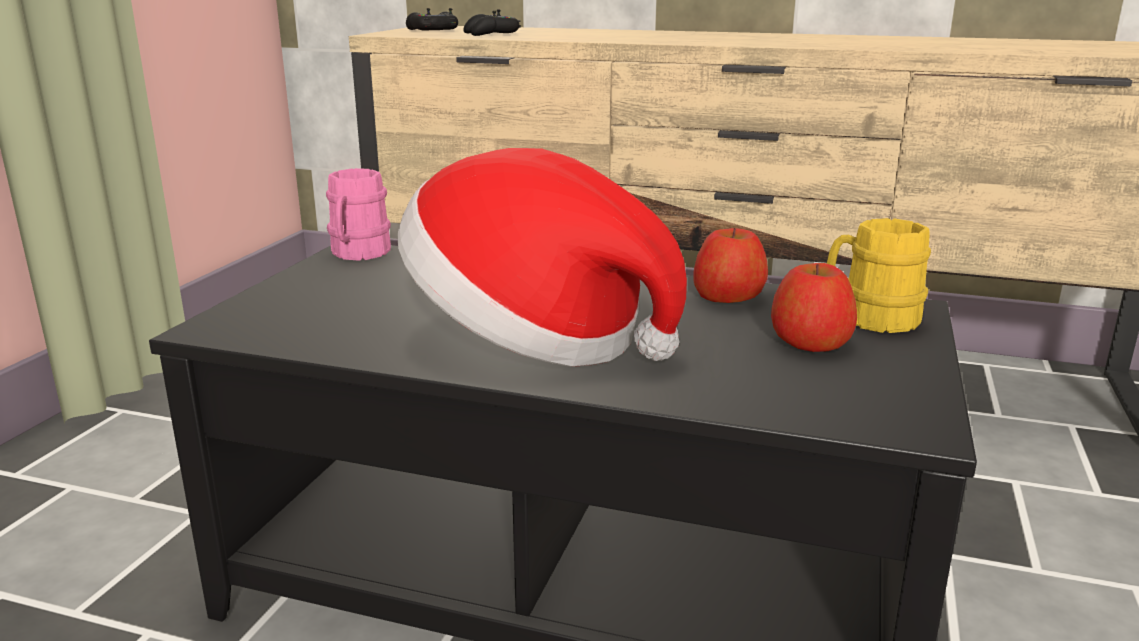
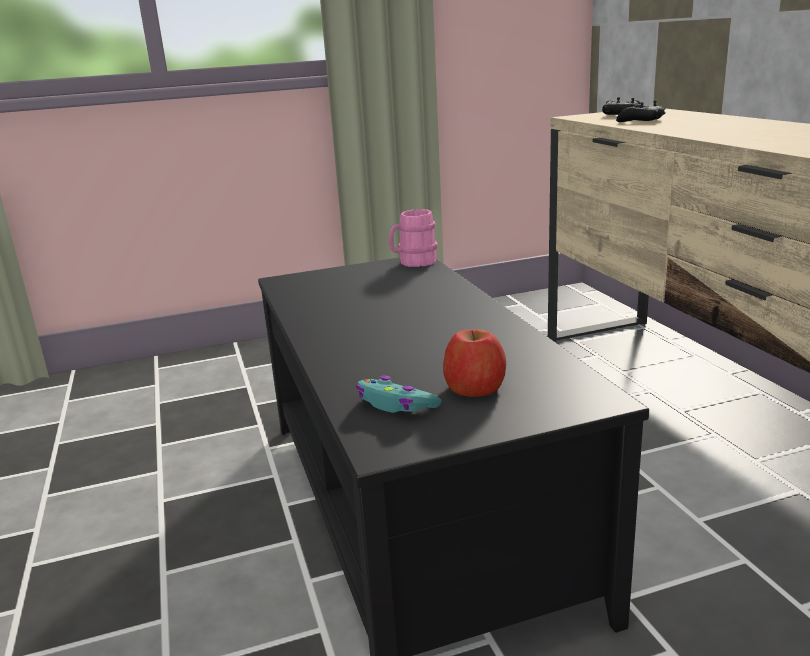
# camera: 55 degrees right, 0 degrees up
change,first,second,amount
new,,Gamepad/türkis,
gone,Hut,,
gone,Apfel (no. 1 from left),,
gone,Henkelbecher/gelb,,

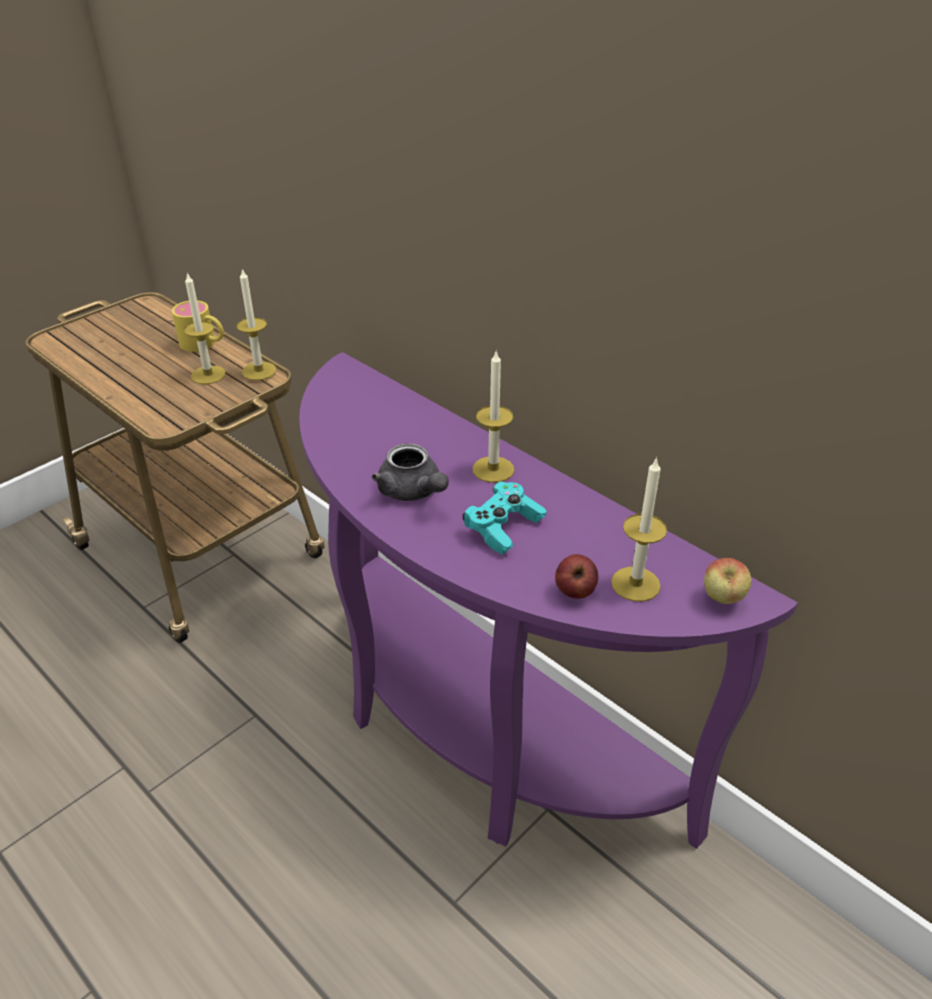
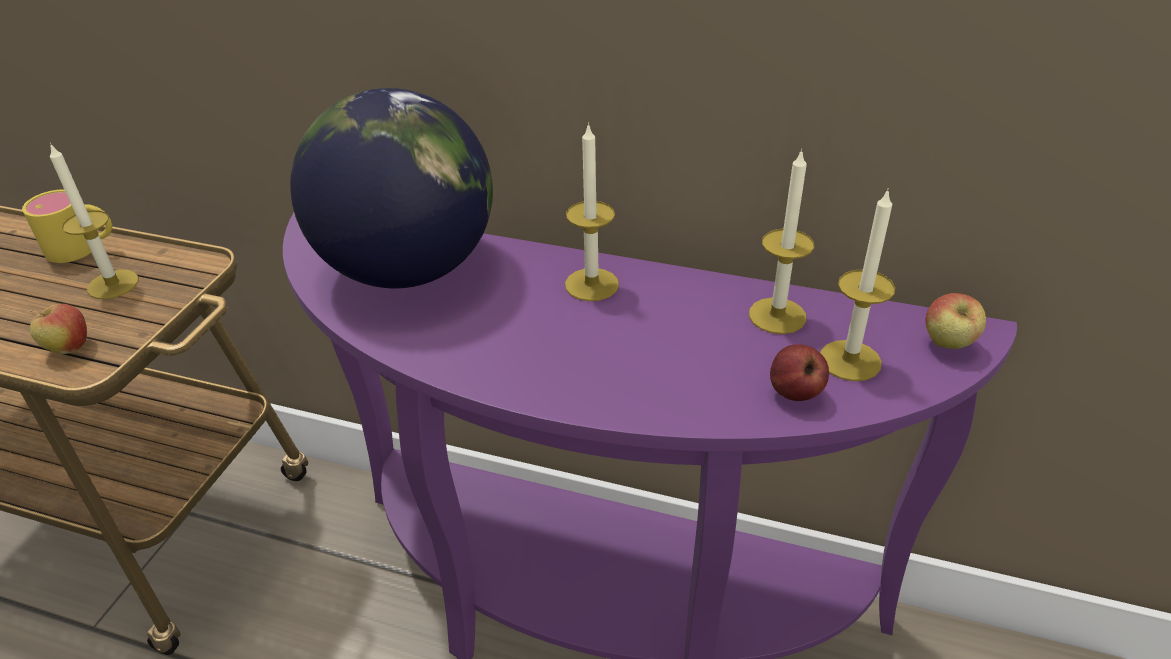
# camera: 25 degrees left, 0 degrees up
change,first,second,amount
new,,Apfel (no. 1 from left),
new,,Globus,
shifted,Kerze (no. 2 from left in the first image),Kerze (no. 3 from left),
gone,Teekanne/grau,,
gone,Gamepad/türkis,,

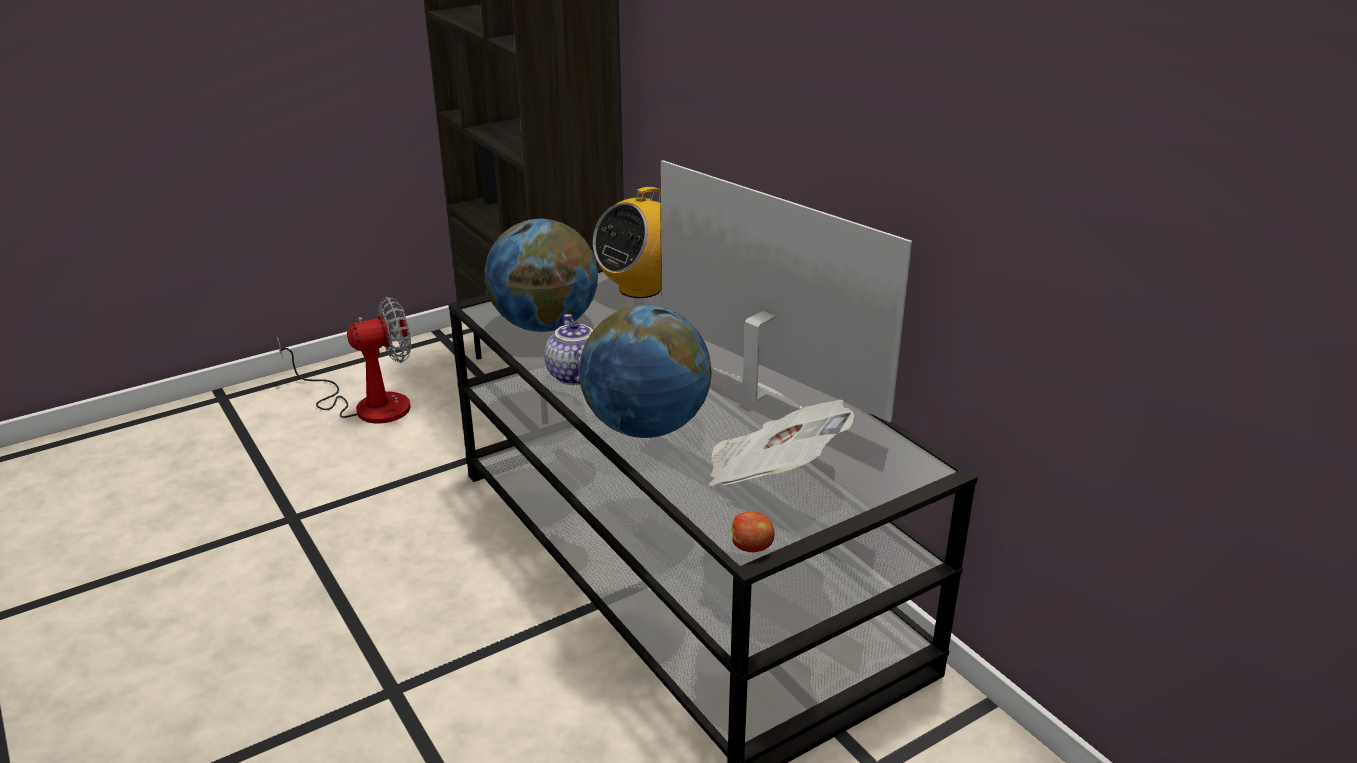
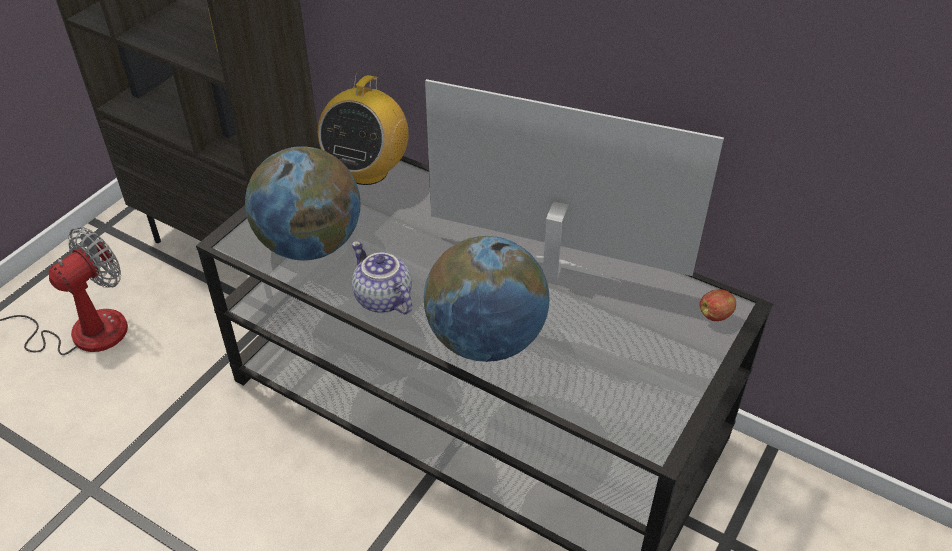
# camera: 25 degrees left, 15 degrees up
change,first,second,amount
shifted,Apfel,,
gone,Zeitung,,

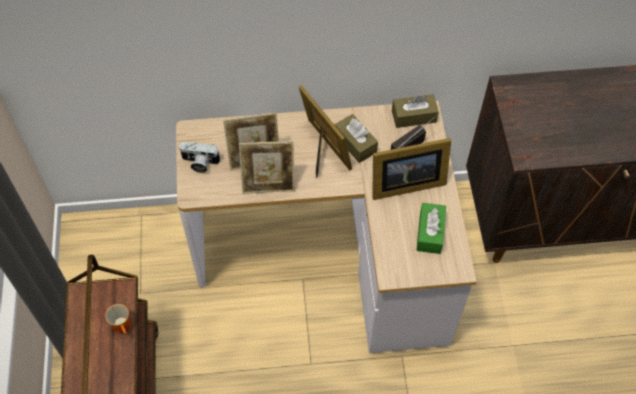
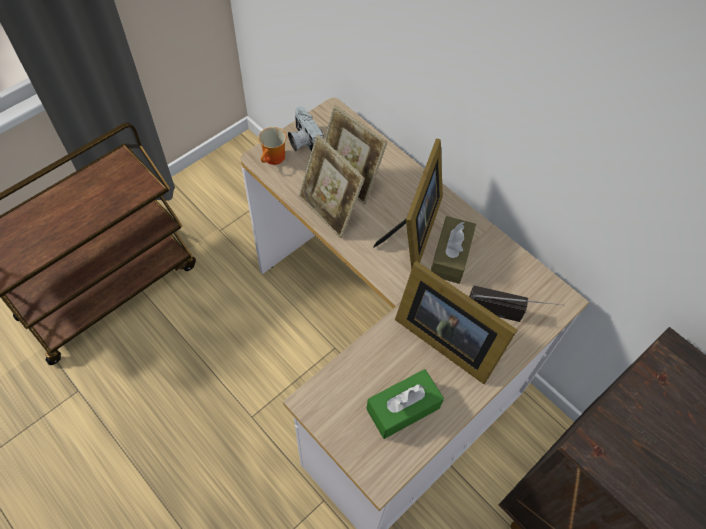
# camera: 50 degrees right, 0 degrees up
change,first,second,amount
shifted,Henkelbecher,,
gone,Taschentuchbox/braun (no. 2 from left),,

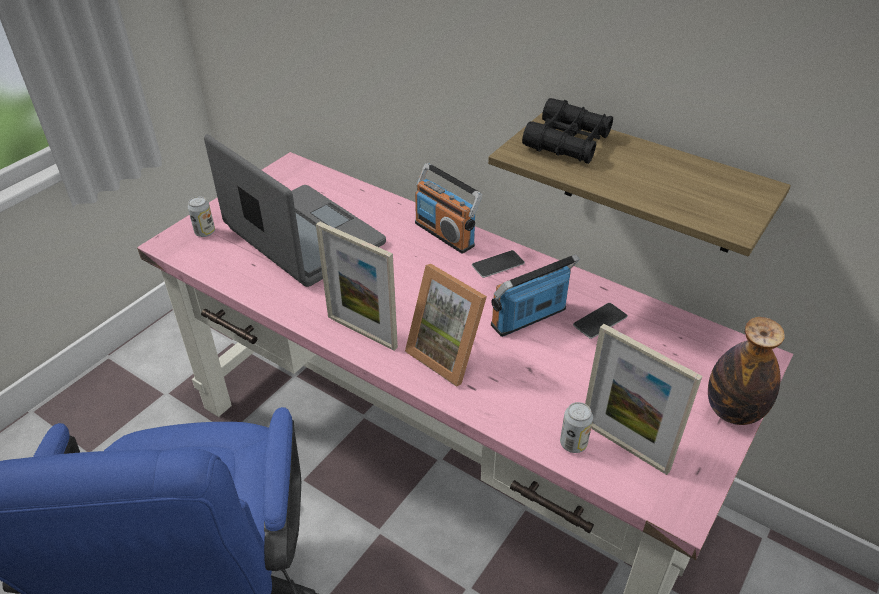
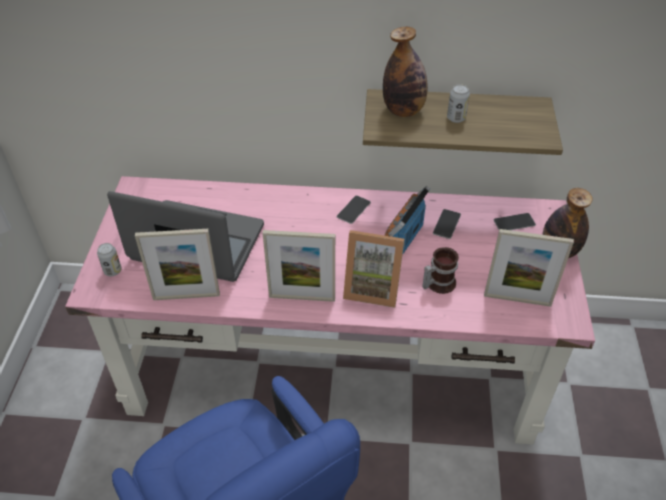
# camera: 30 degrees left, 5 degrees up
change,first,second,amount
new,,Bilderrahmen (no. 1 from left),
swapped,Fernglas/schwarz,Flasche (no. 1 from left),
new,,Henkelbecher,
shifted,Dose (no. 2 from left),,
new,,Handy (no. 3 from left),
gone,Radio (no. 1 from left),,

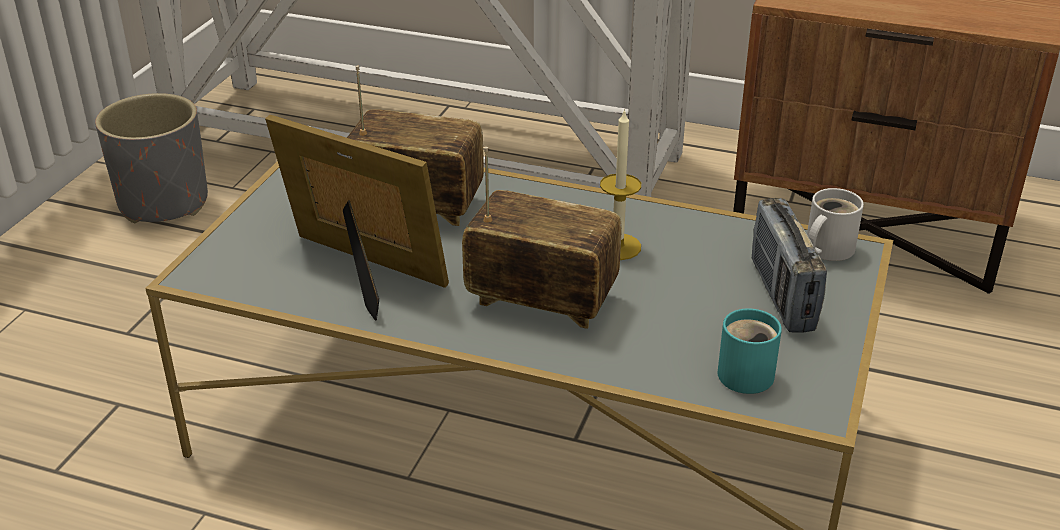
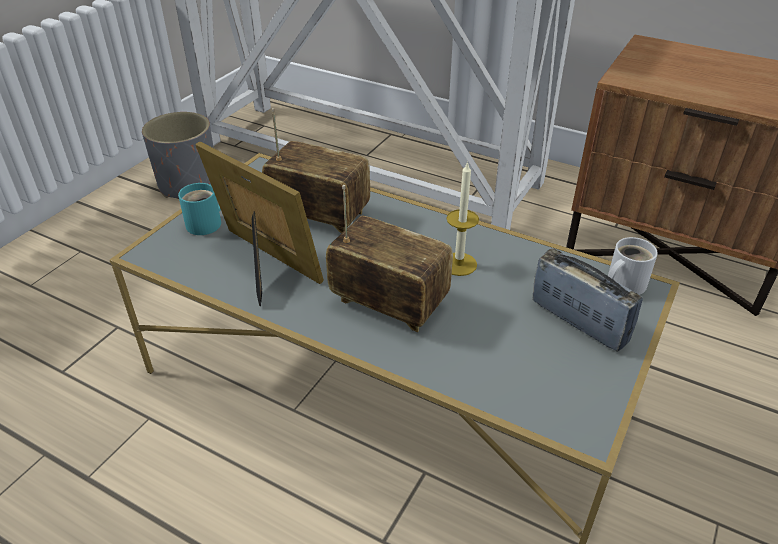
# camera: 10 degrees right, 5 degrees up
change,first,second,amount
shifted,Henkelbecher/türkis,,
rotated,Radio (no. 3 from left),,135 degrees clockwise

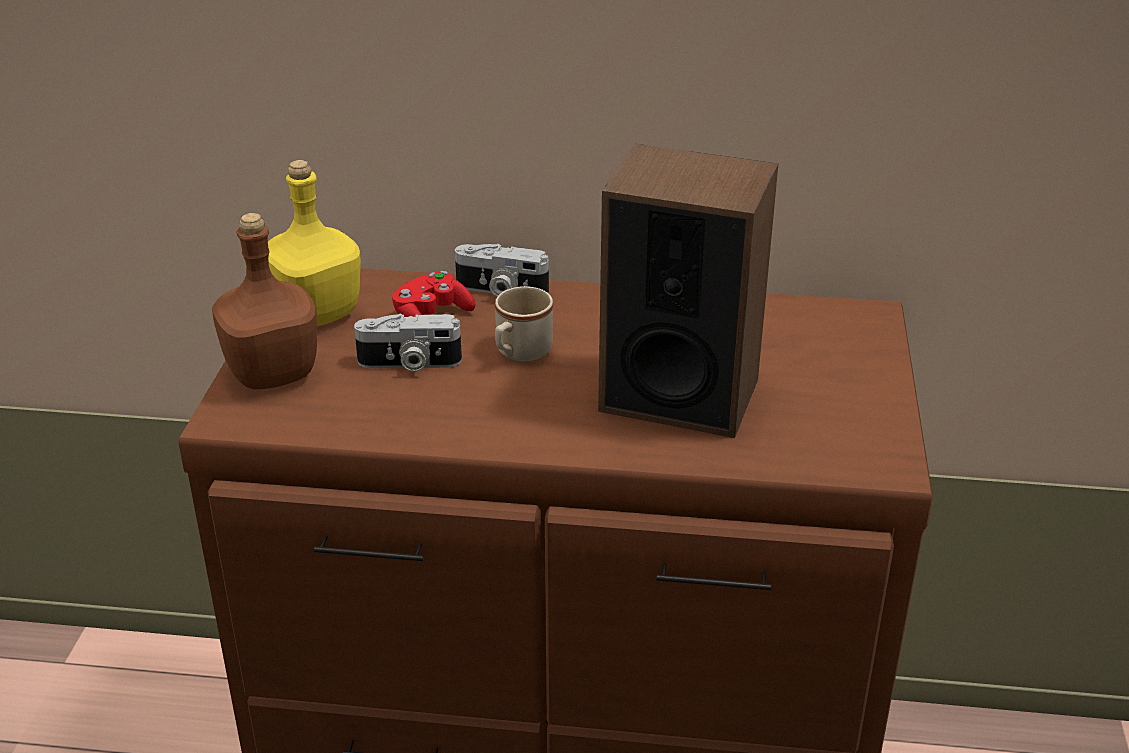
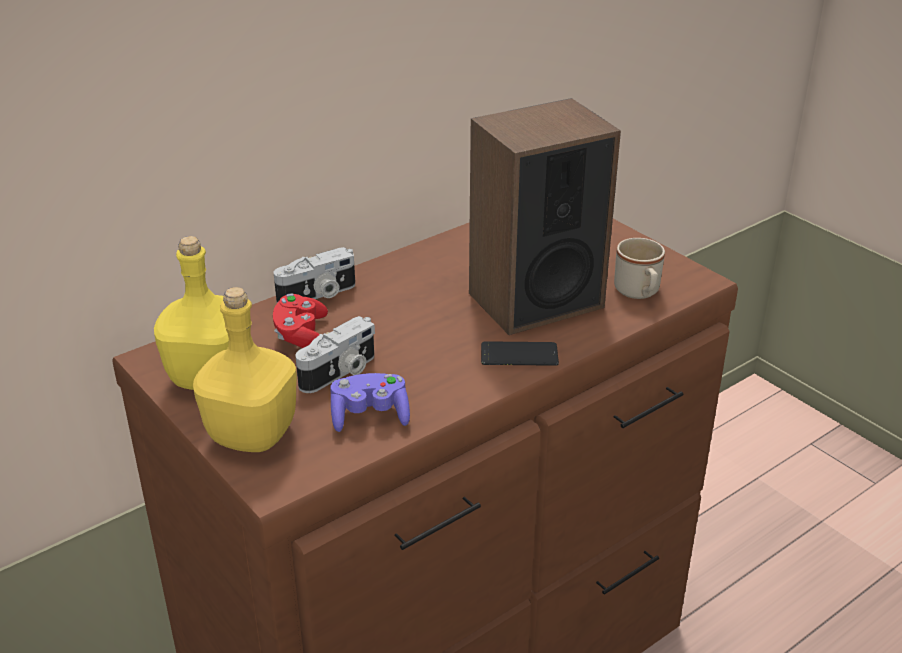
# camera: 45 degrees left, 0 degrees up
change,first,second,amount
repainted,Flasche/braun,Flasche/gelb (no. 2 from left),
new,,Gamepad/lila,
new,,Handy,
shifted,Henkelbecher/beige,,

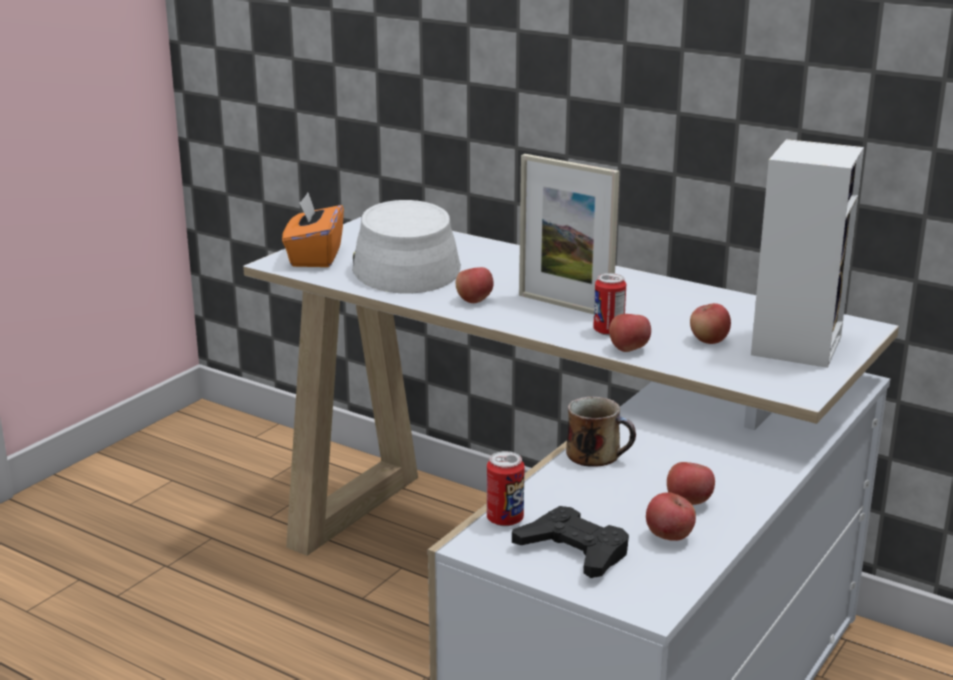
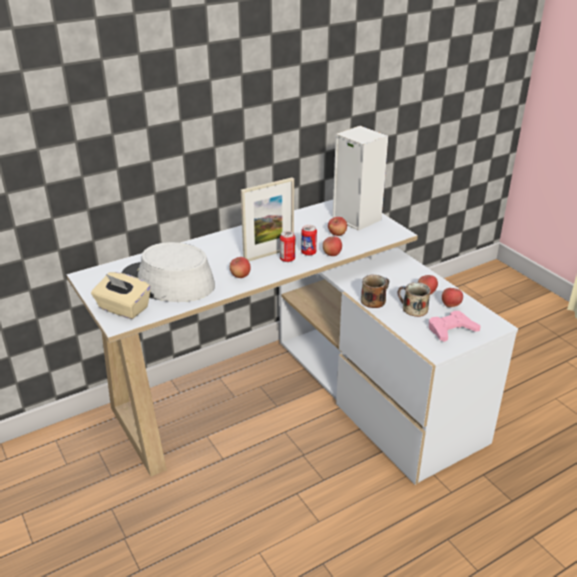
# camera: 65 degrees left, 10 degrees up
change,first,second,amount
repainted,Taschentuchbox/orange,Taschentuchbox/beige,
shifted,Dose (no. 1 from left),,
new,,Henkelbecher (no. 2 from left),
repainted,Gamepad/schwarz,Gamepad/rosa,

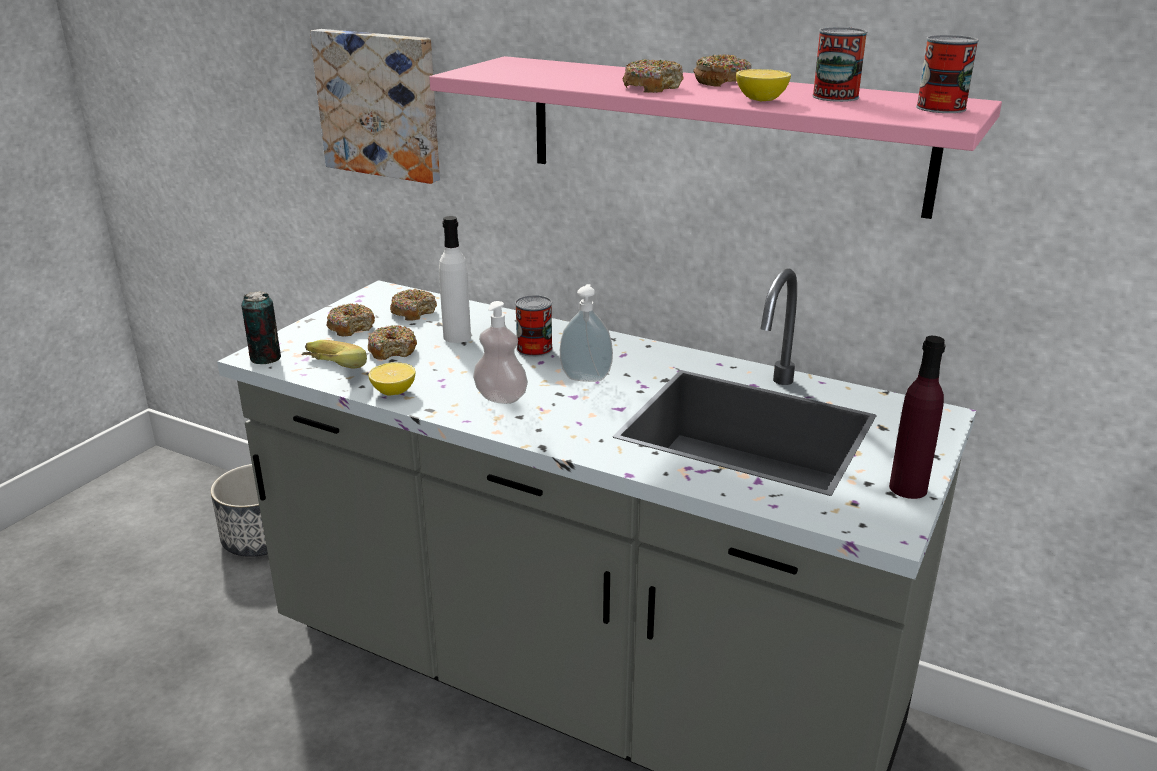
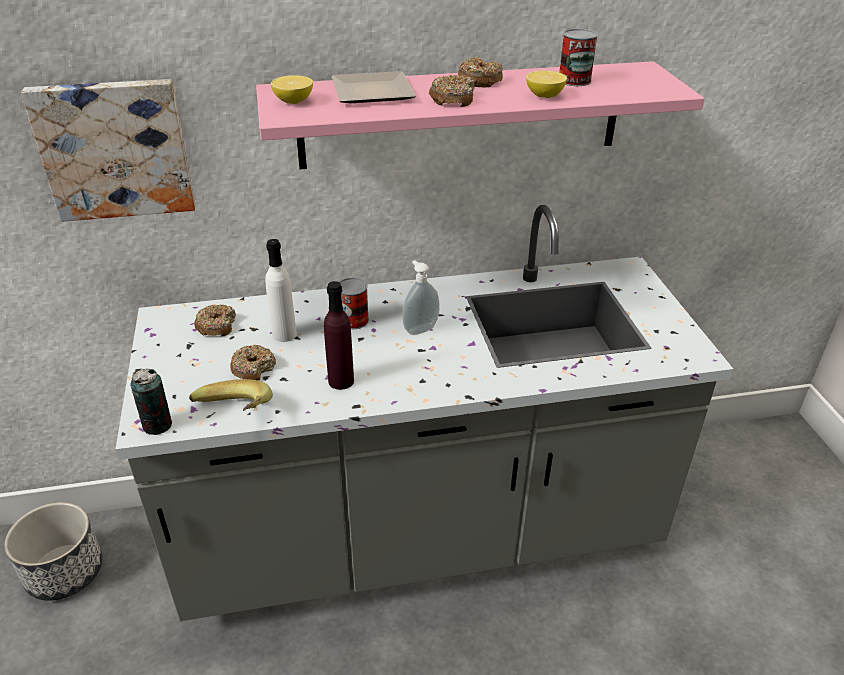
# camera: 40 degrees left, 10 degrees up
change,first,second,amount
shifted,Zitrone (no. 1 from left),,
shifted,Flasche/lila,,
new,,Teller,
gone,Donut (no. 1 from left),,
gone,Seifenspender (no. 1 from left),,
gone,Dose (no. 4 from left),,

